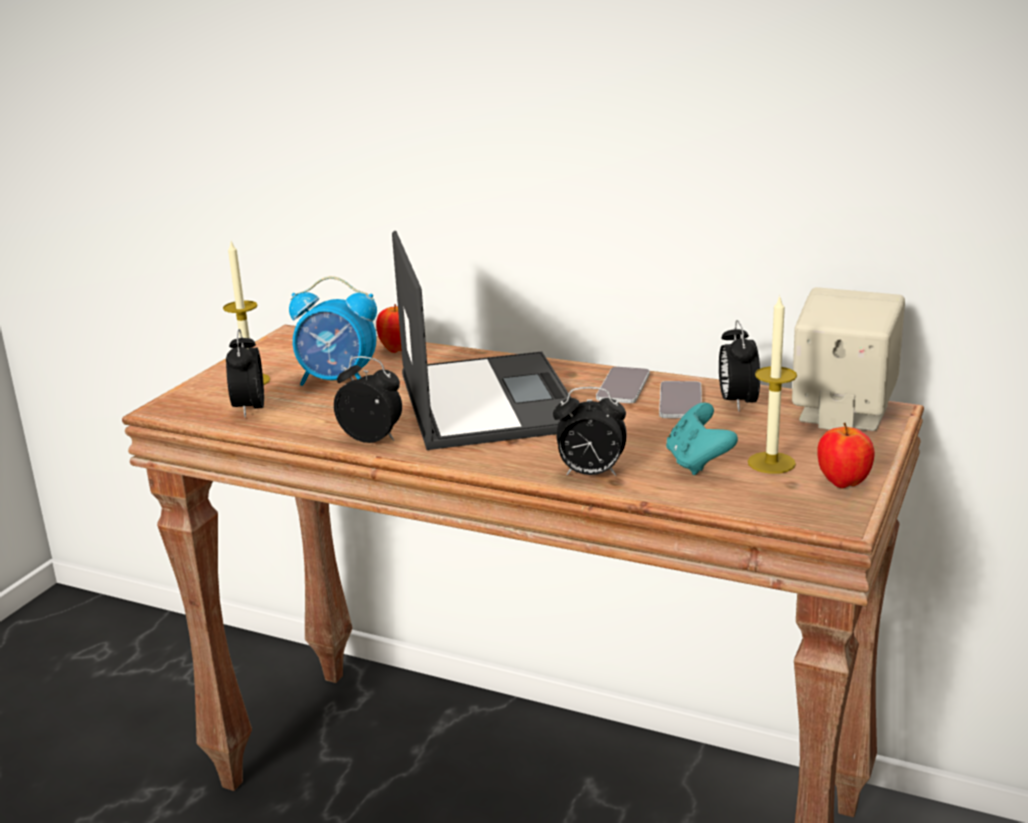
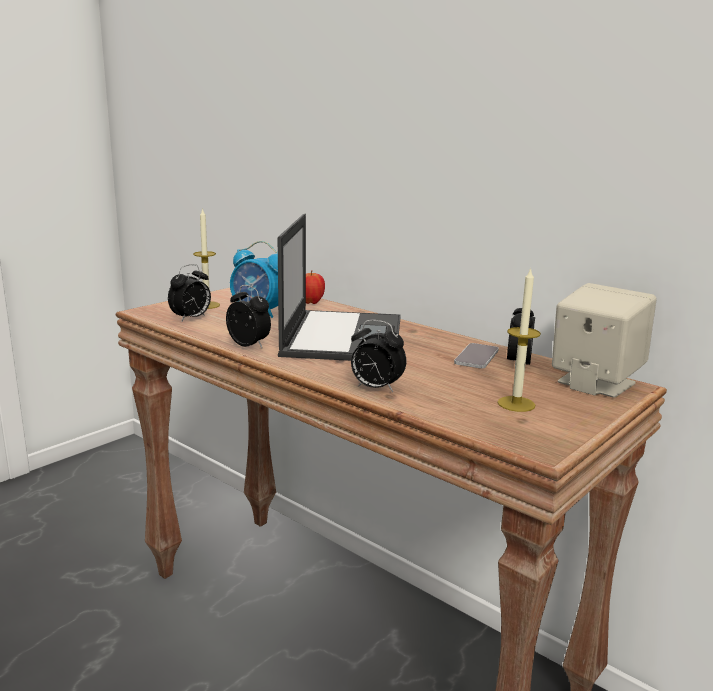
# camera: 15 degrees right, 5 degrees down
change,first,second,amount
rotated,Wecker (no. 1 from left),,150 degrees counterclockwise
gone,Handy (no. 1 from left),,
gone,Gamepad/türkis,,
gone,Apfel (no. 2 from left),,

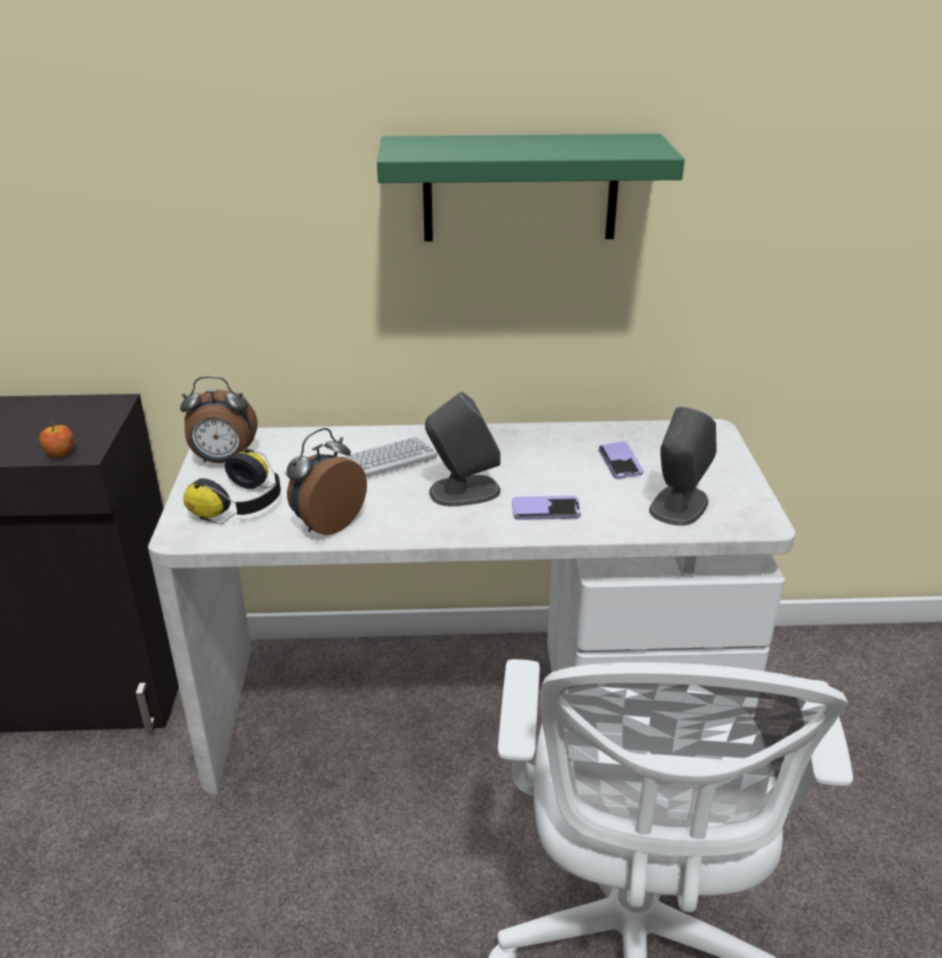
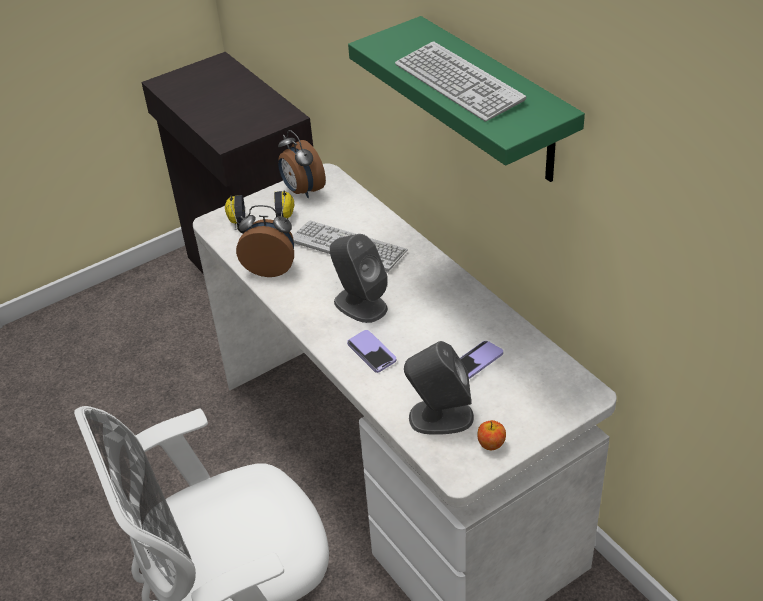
# camera: 60 degrees right, 10 degrees up
change,first,second,amount
new,,Tastatur (no. 2 from left),
shifted,Apfel,,

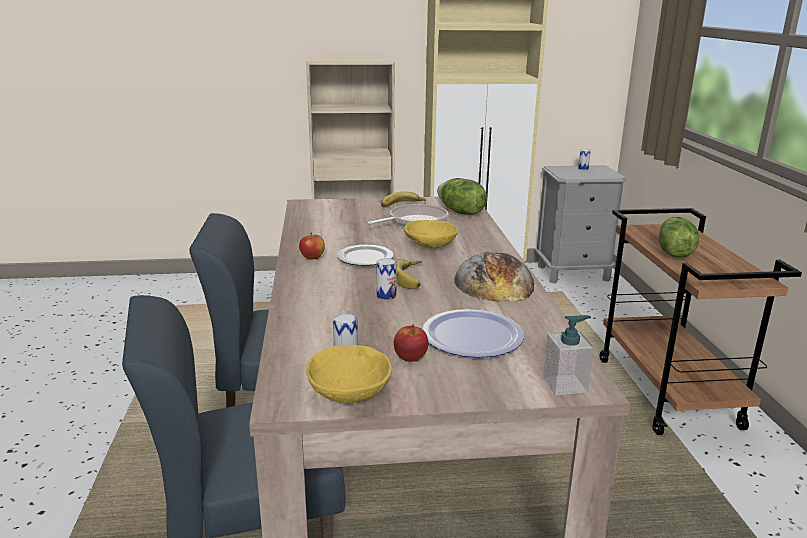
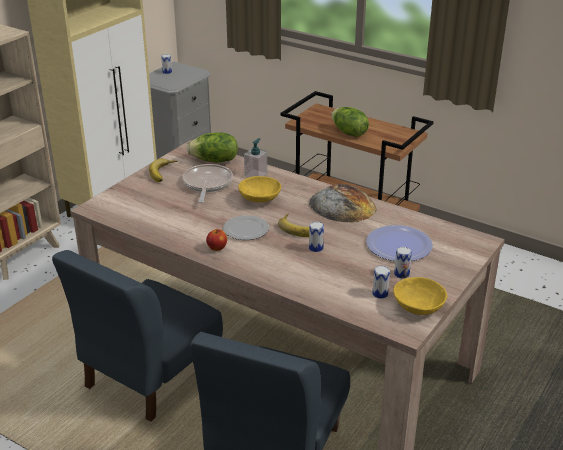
# camera: 50 degrees left, 10 degrees up
change,first,second,amount
shifted,Seifenspender,,
swapped,Apfel (no. 2 from left),Dose (no. 4 from left),

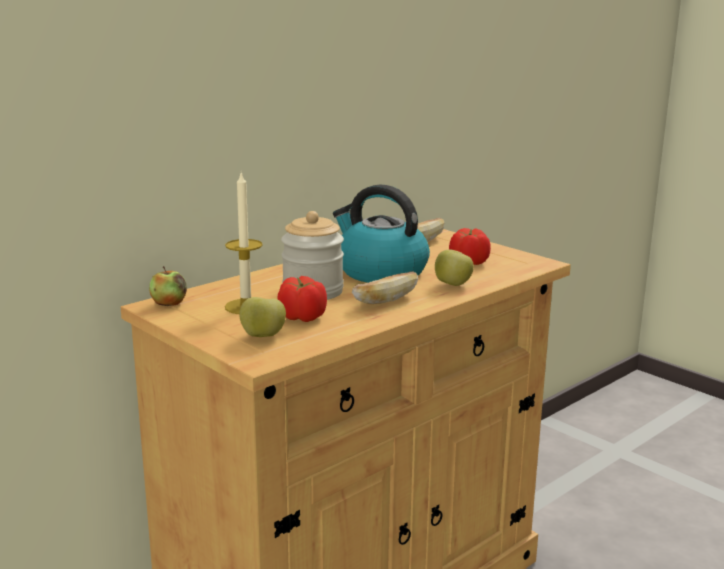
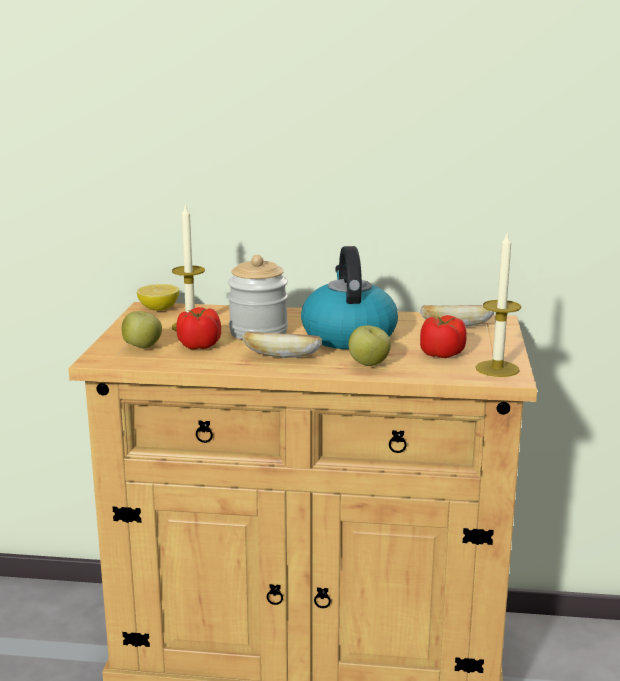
# camera: 50 degrees right, 0 degrees up
change,first,second,amount
swapped,Apfel (no. 1 from left),Zitrone,
new,,Kerze (no. 2 from left),

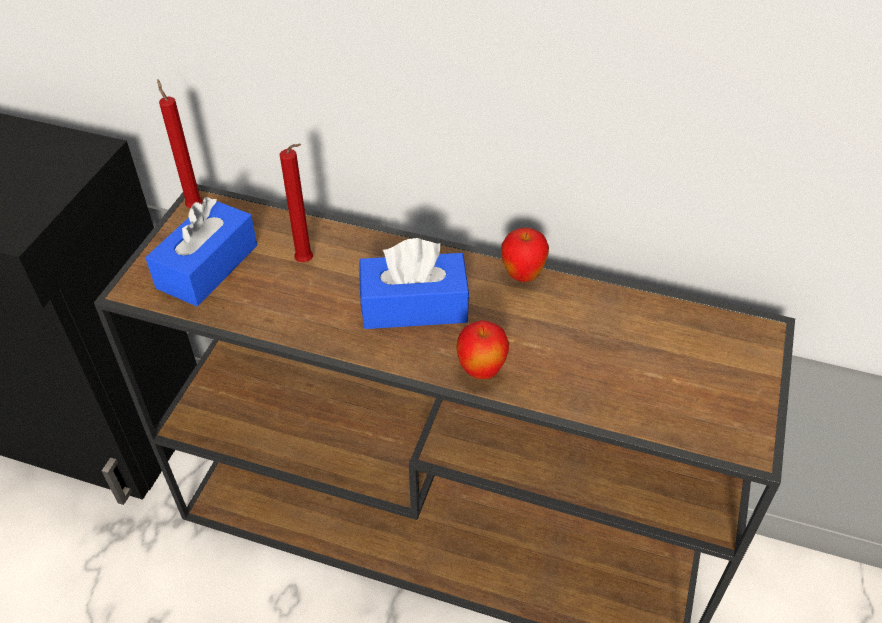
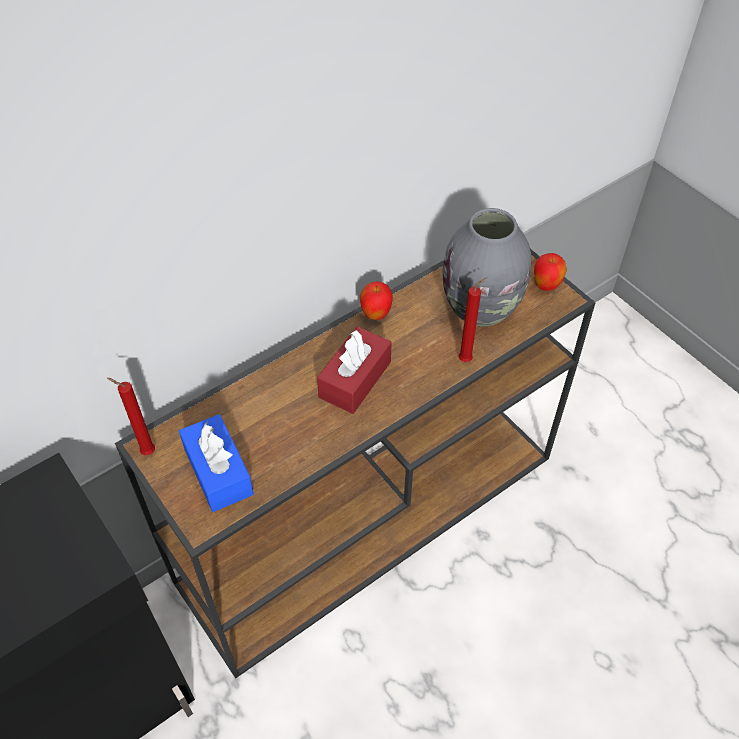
# camera: 55 degrees left, 5 degrees up
change,first,second,amount
repainted,Taschentuchbox/blau (no. 2 from left),Taschentuchbox/rot,
new,,Vase/grau,
shifted,Kerze/rot (no. 2 from left),,
shifted,Apfel (no. 1 from left in the first image),Apfel (no. 2 from left),

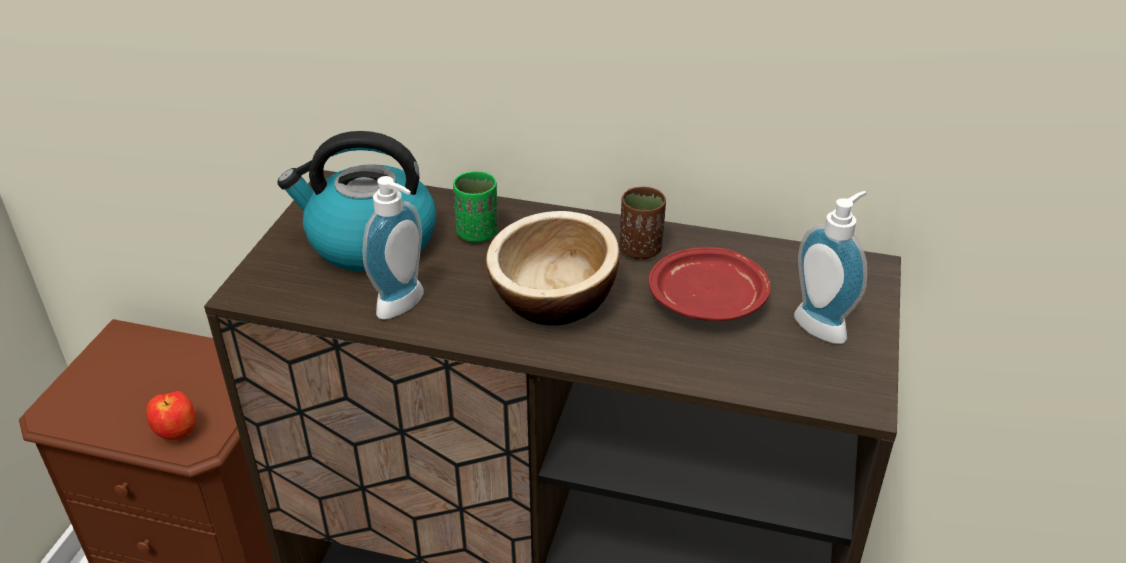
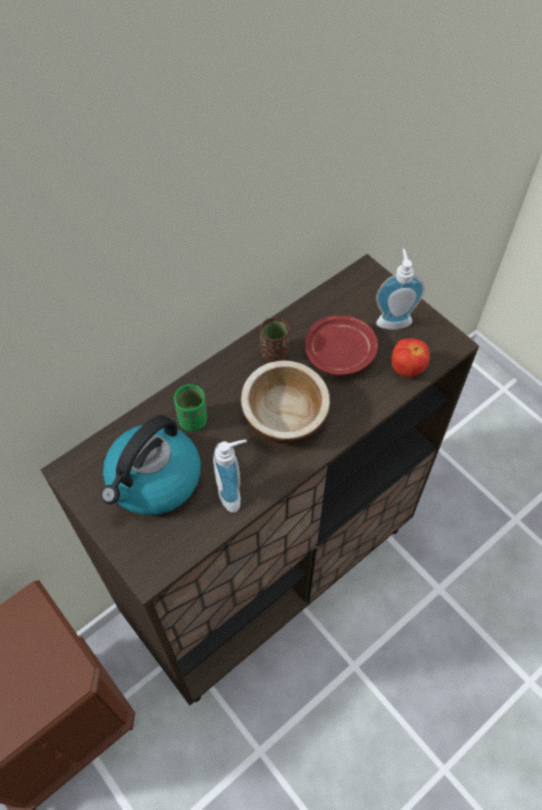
# camera: 55 degrees left, 20 degrees up
change,first,second,amount
shifted,Apfel,,

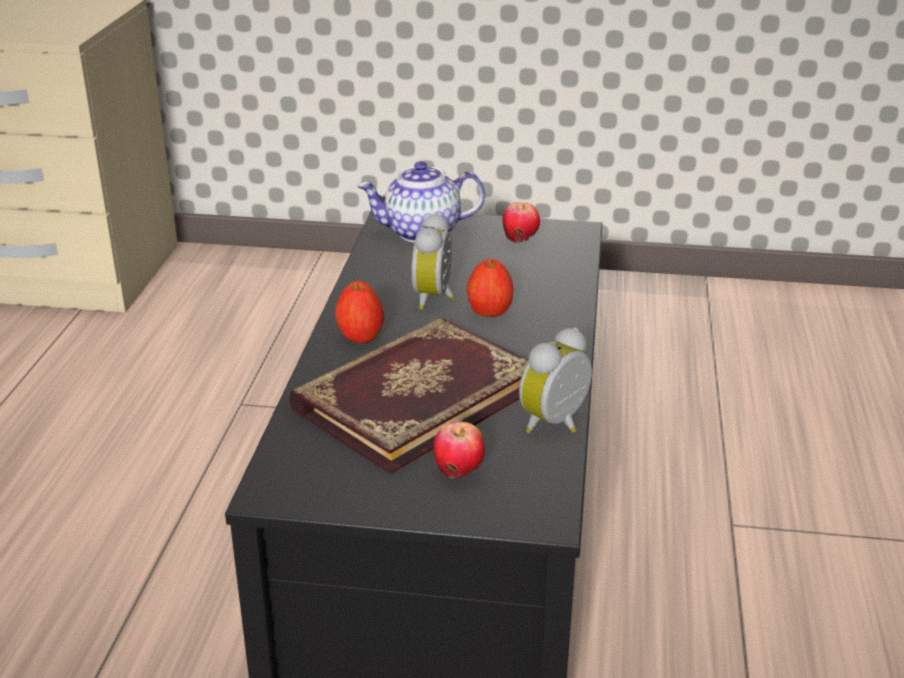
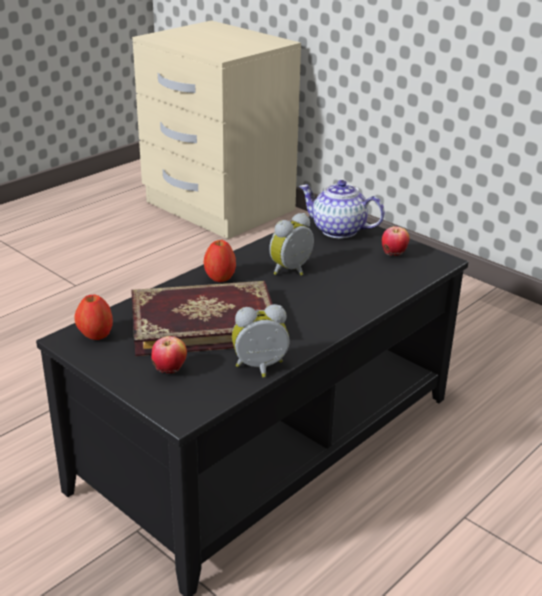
# camera: 35 degrees right, 0 degrees up
change,first,second,amount
shifted,Apfel (no. 3 from left in the first image),Apfel (no. 1 from left),

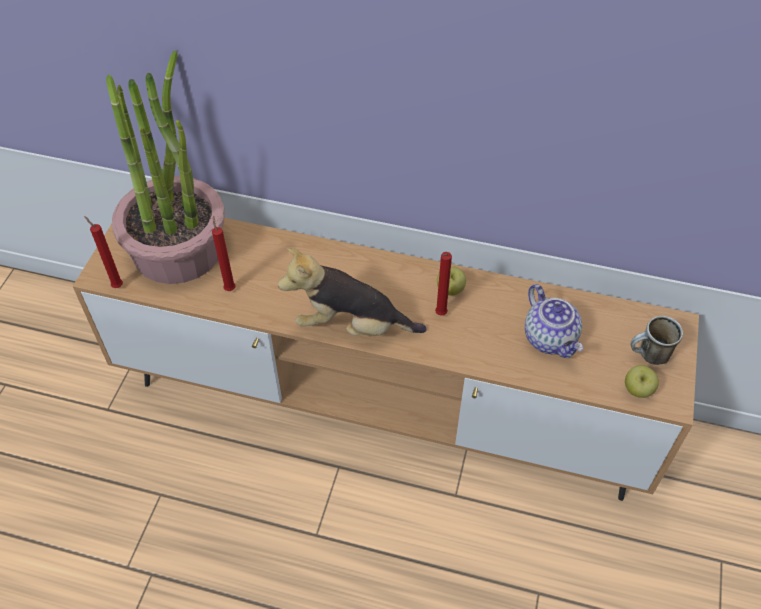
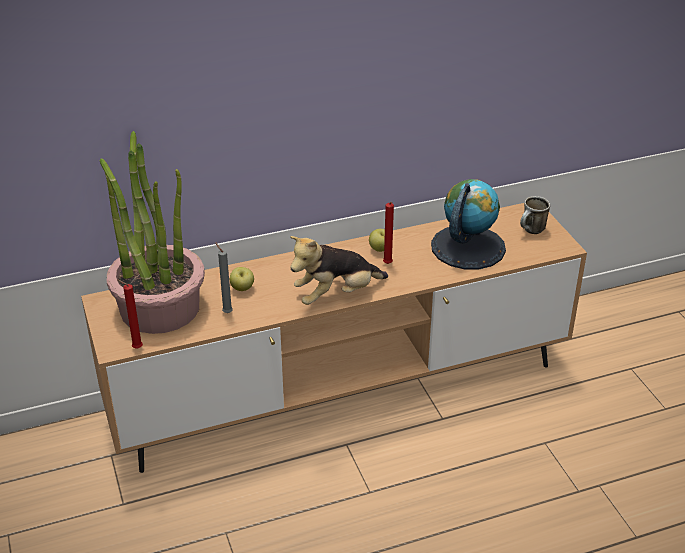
# camera: 35 degrees left, 15 degrees down
change,first,second,amount
repainted,Kerze/rot (no. 2 from left),Kerze/grau,
shifted,Apfel (no. 2 from left in the first image),Apfel (no. 1 from left),
swapped,Teekanne,Globus,

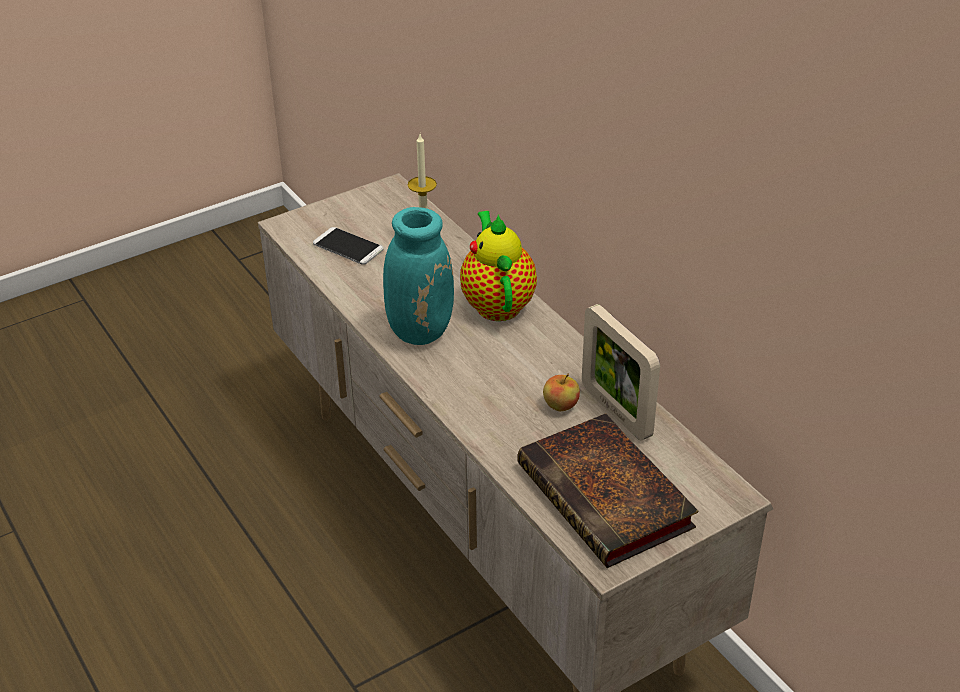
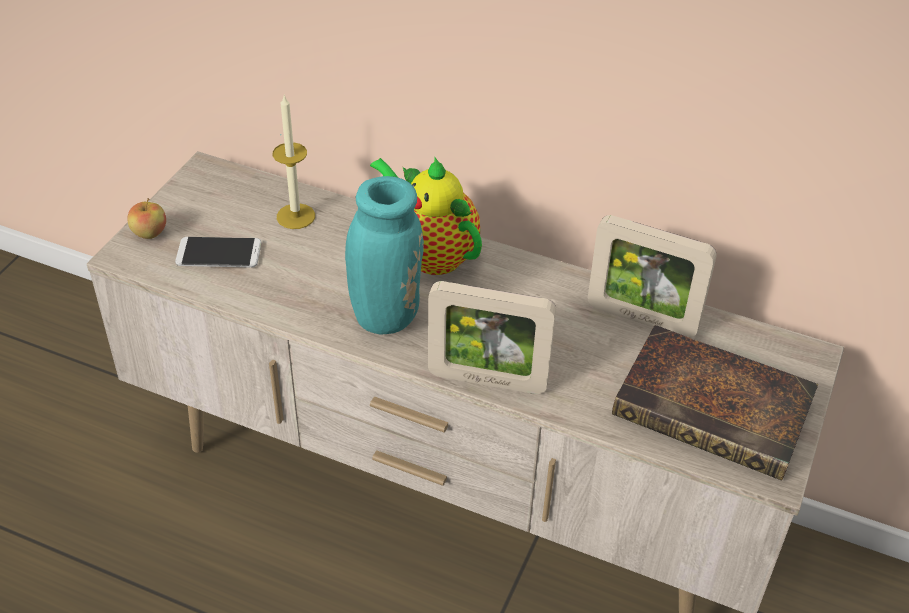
# camera: 35 degrees left, 5 degrees up
change,first,second,amount
shifted,Apfel,,
new,,Bilderrahmen (no. 1 from left),

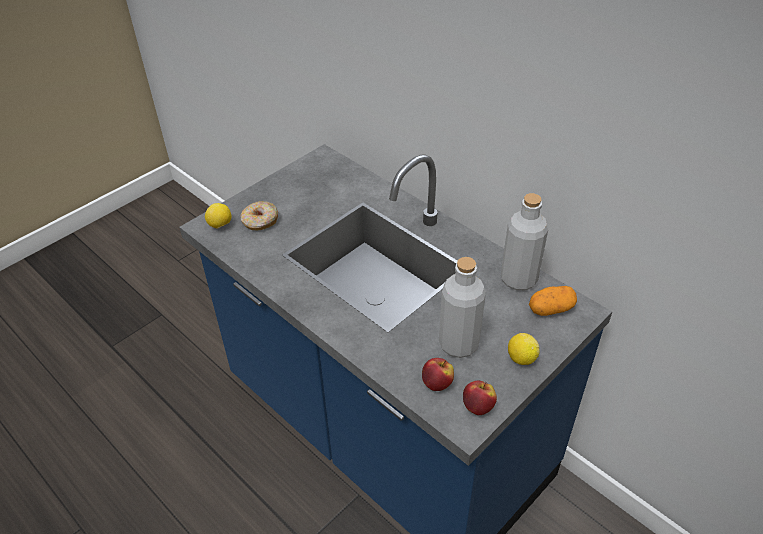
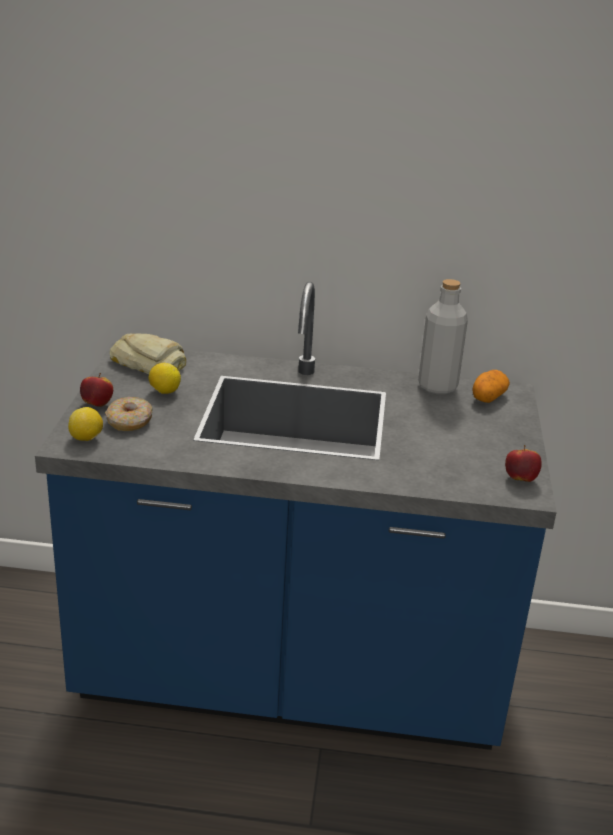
# camera: 40 degrees left, 15 degrees down
change,first,second,amount
shifted,Apfel (no. 1 from left),,
new,,Brot,
shifted,Zitrone (no. 2 from left),,
gone,Flasche/grau (no. 1 from left),,

